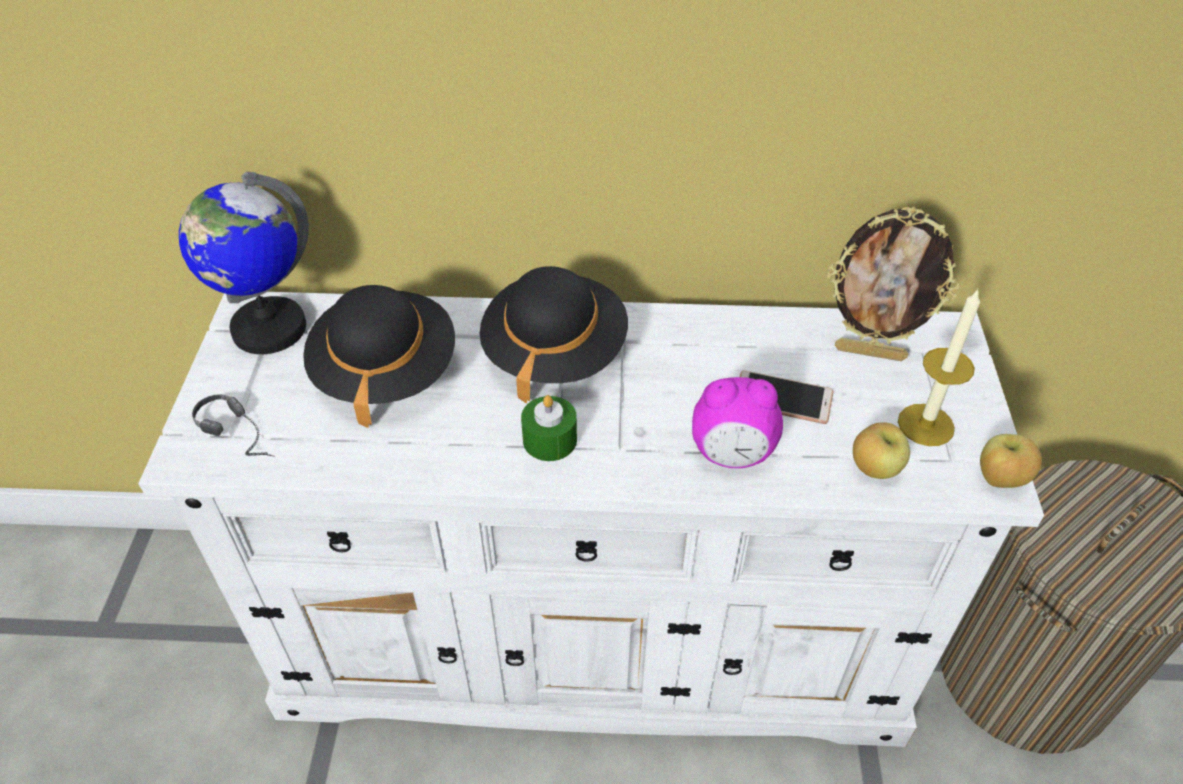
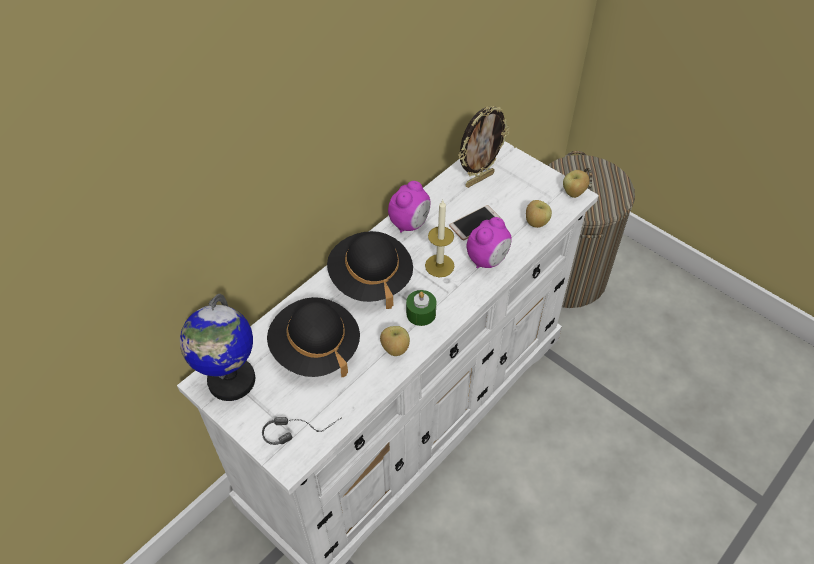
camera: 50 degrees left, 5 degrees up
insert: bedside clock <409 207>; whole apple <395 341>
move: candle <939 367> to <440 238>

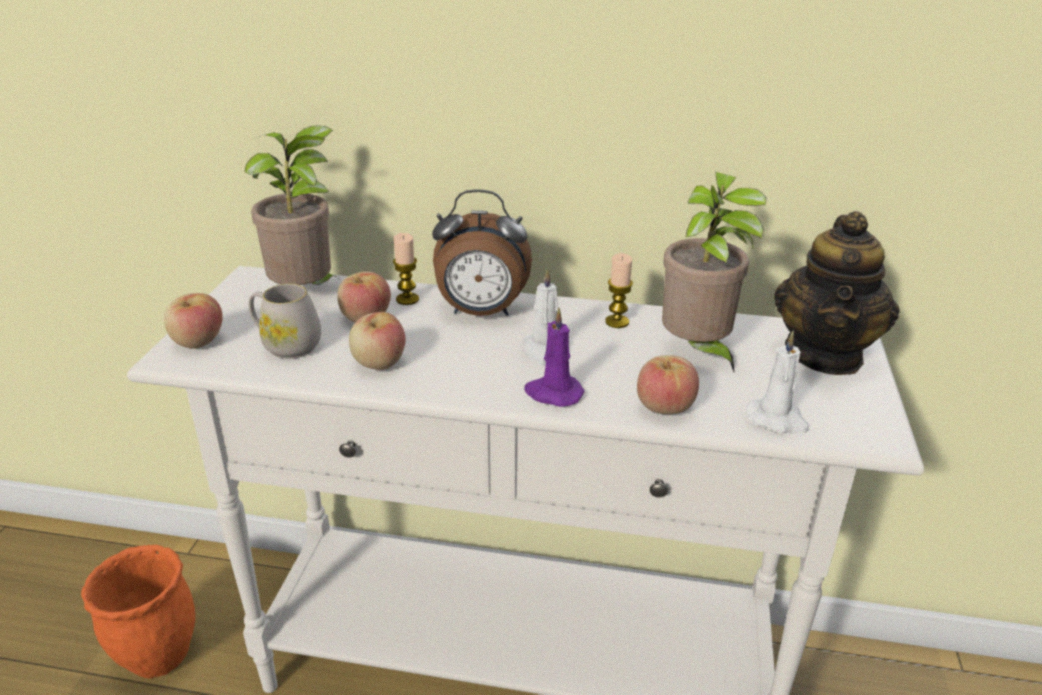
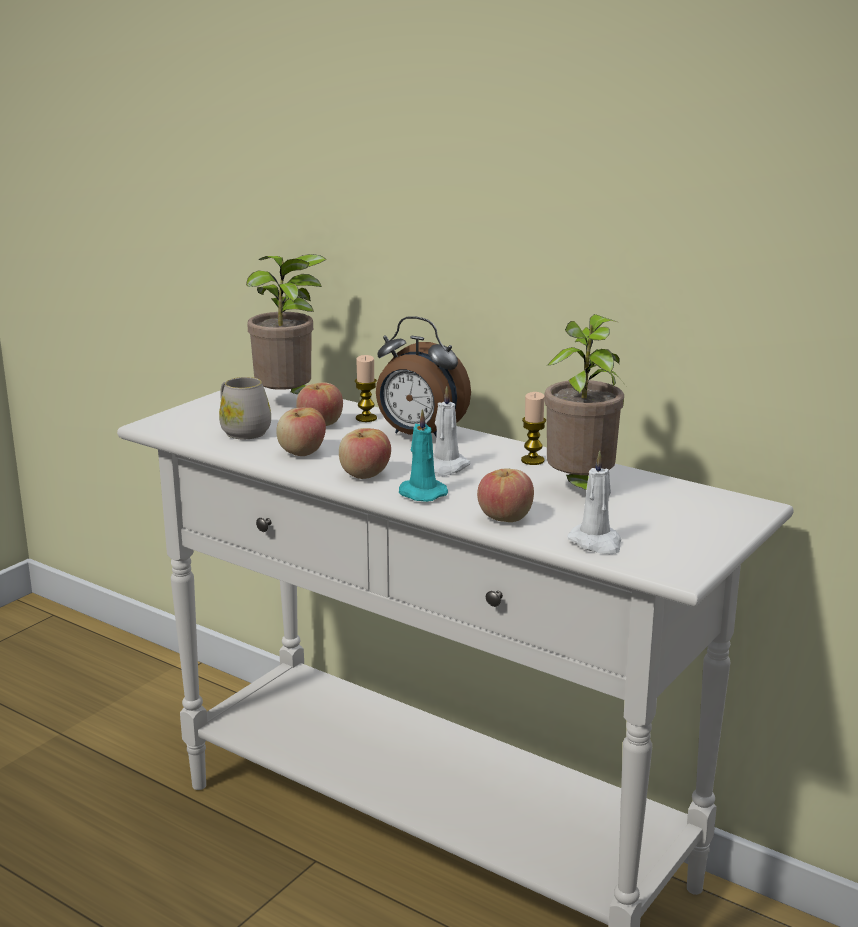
camera: 25 degrees right, 10 degrees down
delete: tea pot <837 293>; planter/orangey <138 612>
move: whole apple <193 321> to <365 453>
recolor: candle/purple <554 357> to candle/blue-green <423 455>

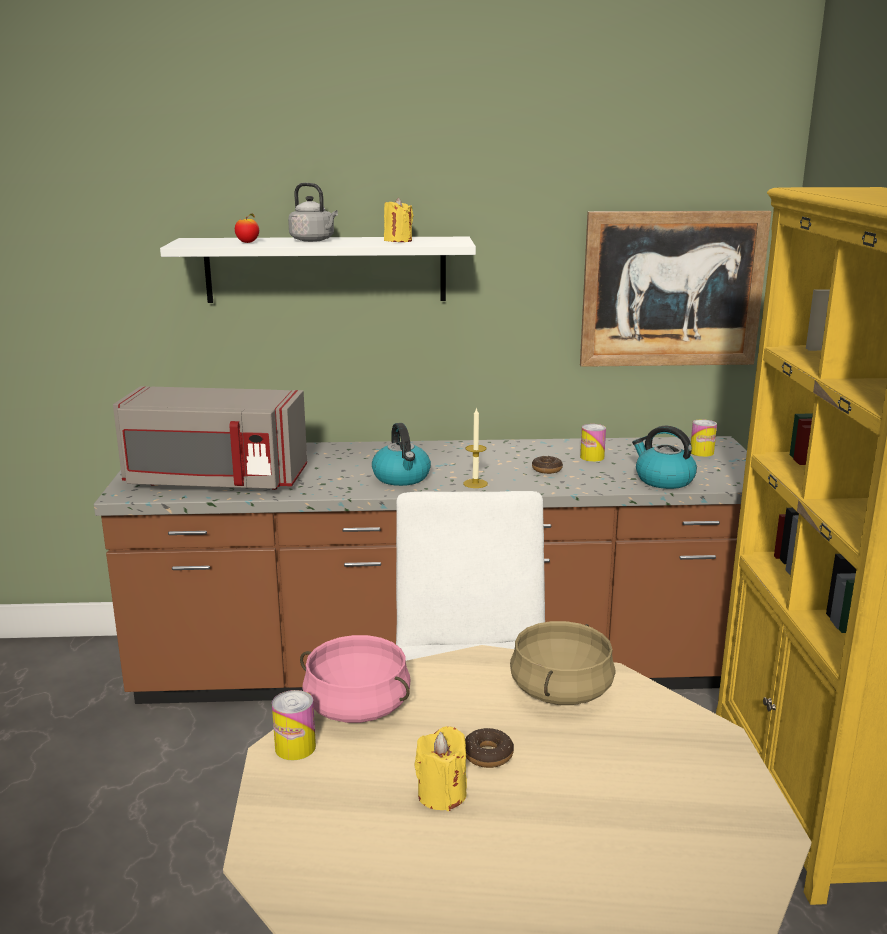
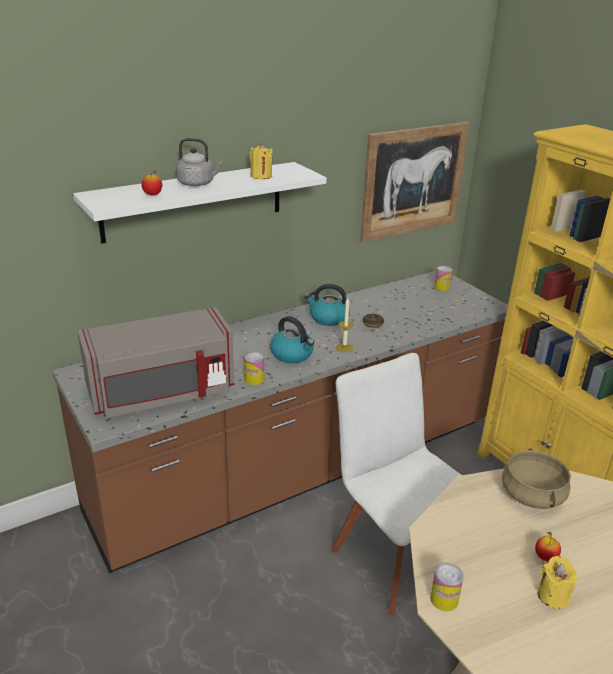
camera: 30 degrees left, 10 degrees up
delete: saucepot/pink-coloured <355 679>
move: can <593 443> to <254 368>; kettle <664 457> to <326 305>
replace: doughnut <489 748> to whole apple <548 547>

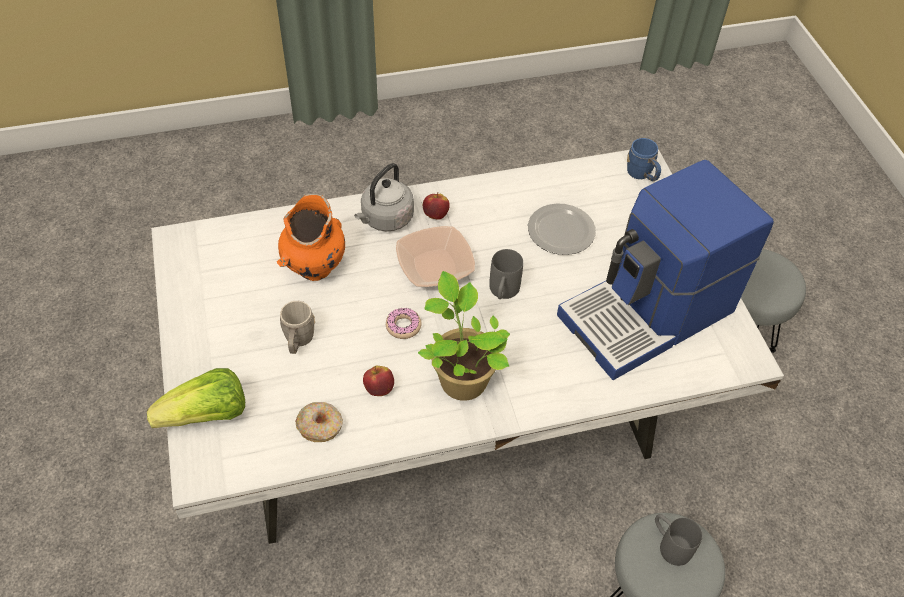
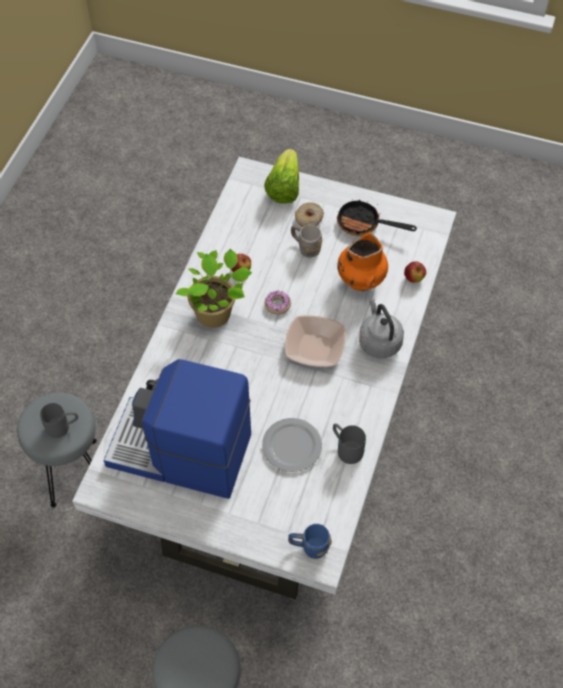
camera: 125 degrees right, 5 degrees up
insert: skillet <377 217>
move: whole apple <436 206> to <415 271>; tea mug/grey <506 274> to <349 443>; doughnut <319 422> to <309 214>
rotate: coffee brewer <665 270> = <177 429> 75 degrees counterclockwise

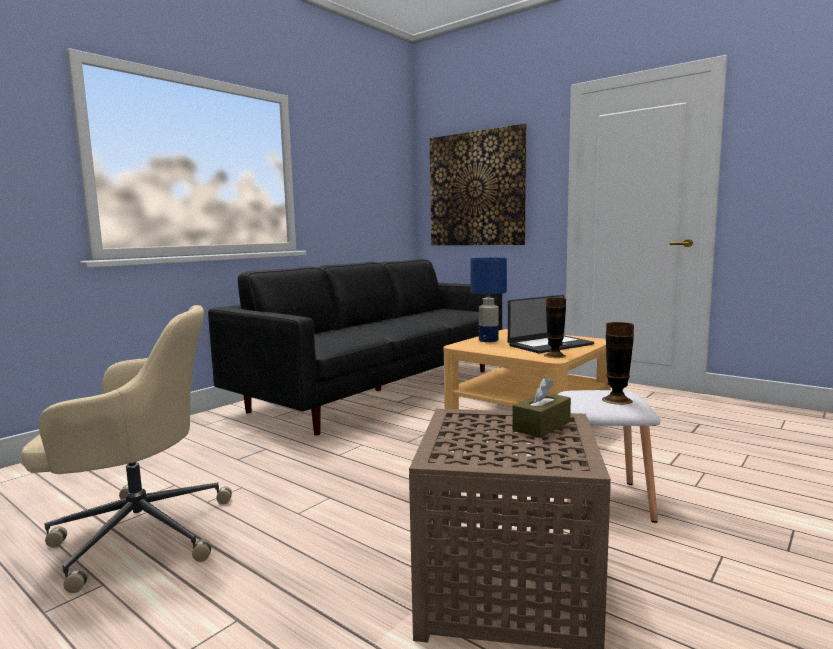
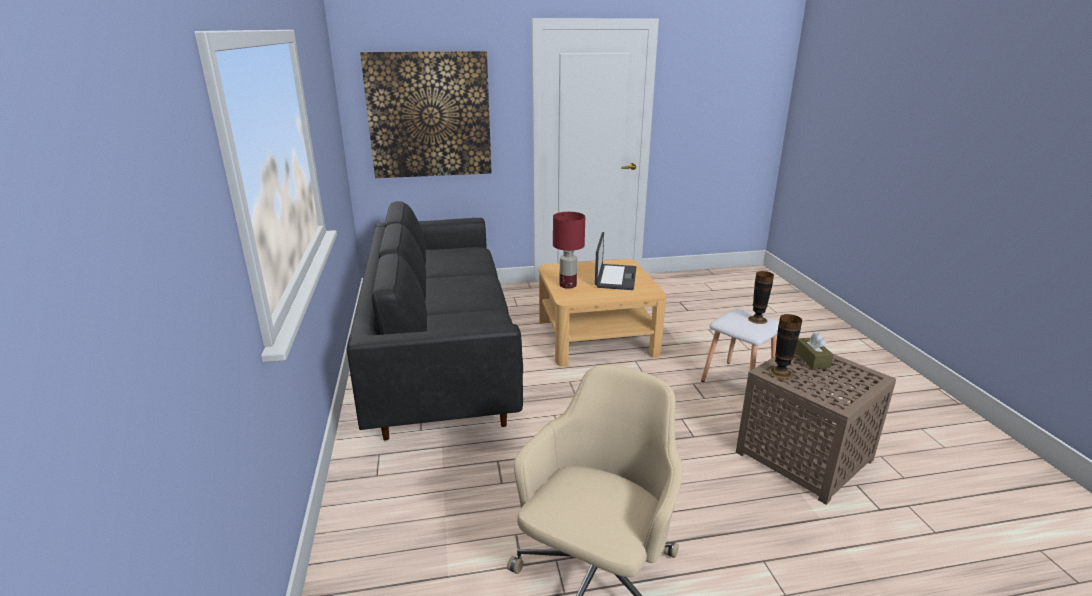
camera: 50 degrees left, 15 degrees up
move: flower vase <555 328> to <785 346>
recolor: tabletop lamp/bluish <488 299> to tabletop lamp/red-coloured <569 250>

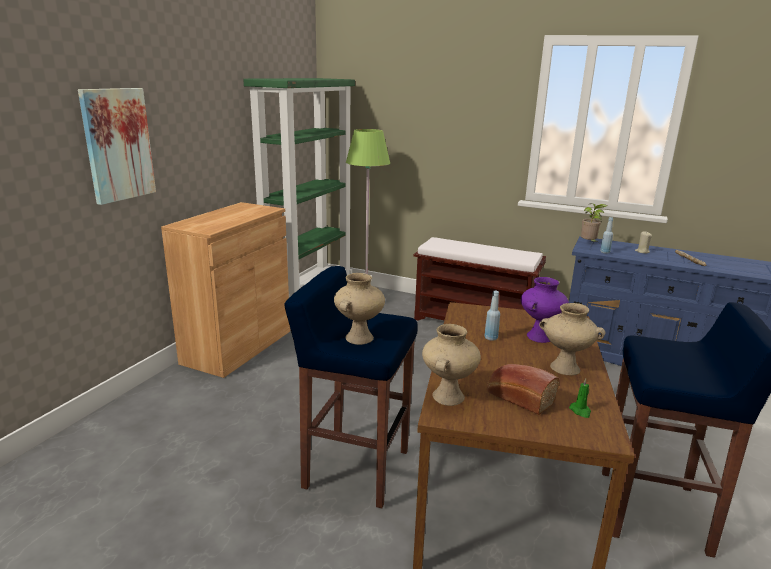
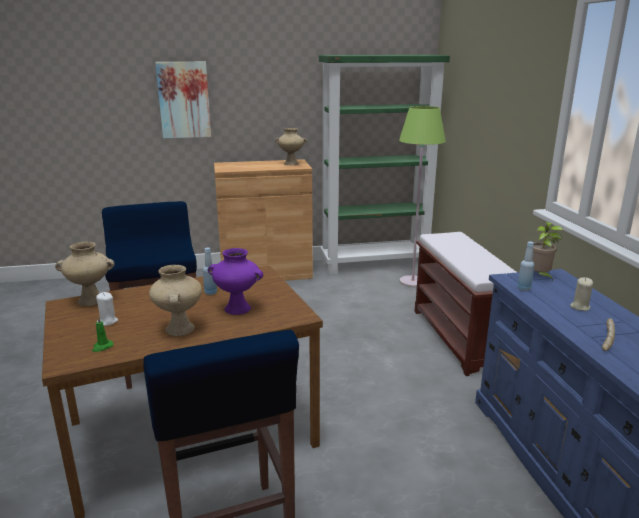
camera: 55 degrees right, 0 degrees up
move: flower vase/beige <359 309> to <291 146>
replace: bakery bread <523 389> to candle/whitish <107 309>

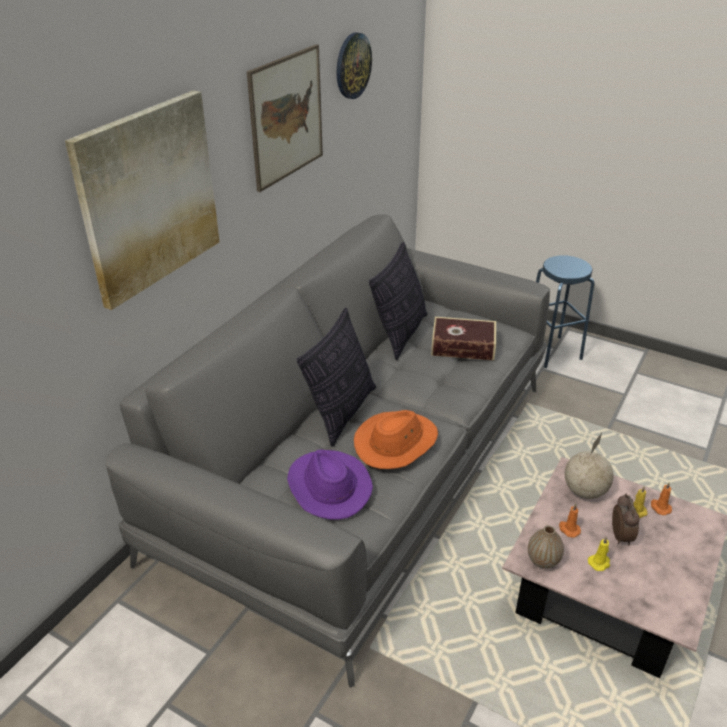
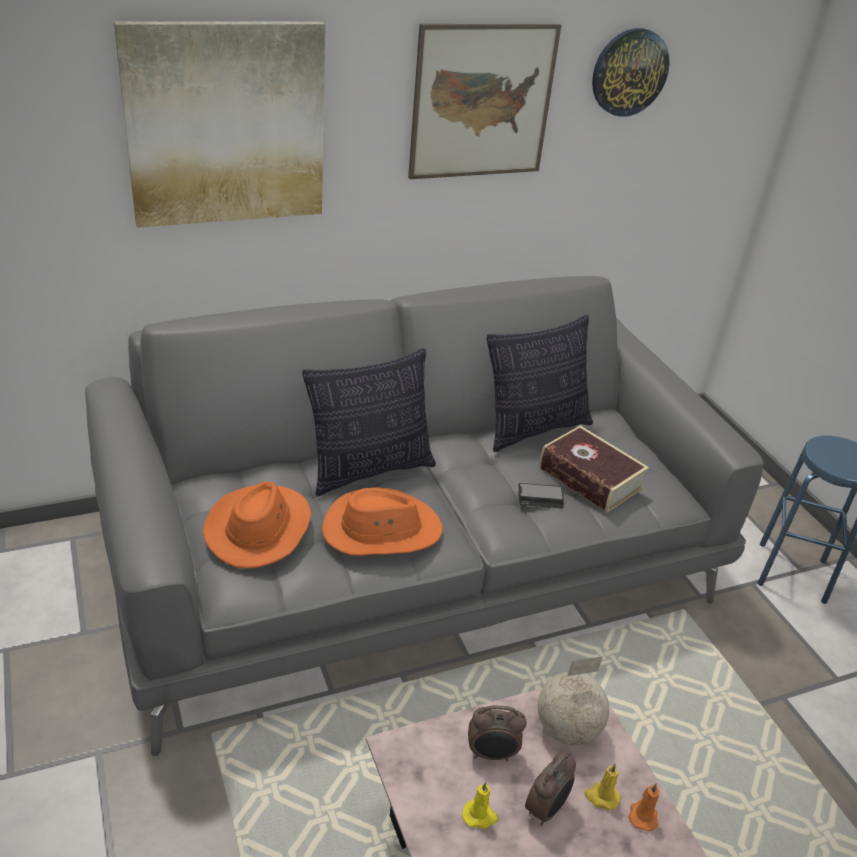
camera: 35 degrees right, 0 degrees up
delete: flower vase <546 547>
insert: phone <541 495>
replace: candle/orangey <570 521> to bedside clock <497 733>
recolor: wearable hat/purple <330 485> to wearable hat/orangey <257 525>

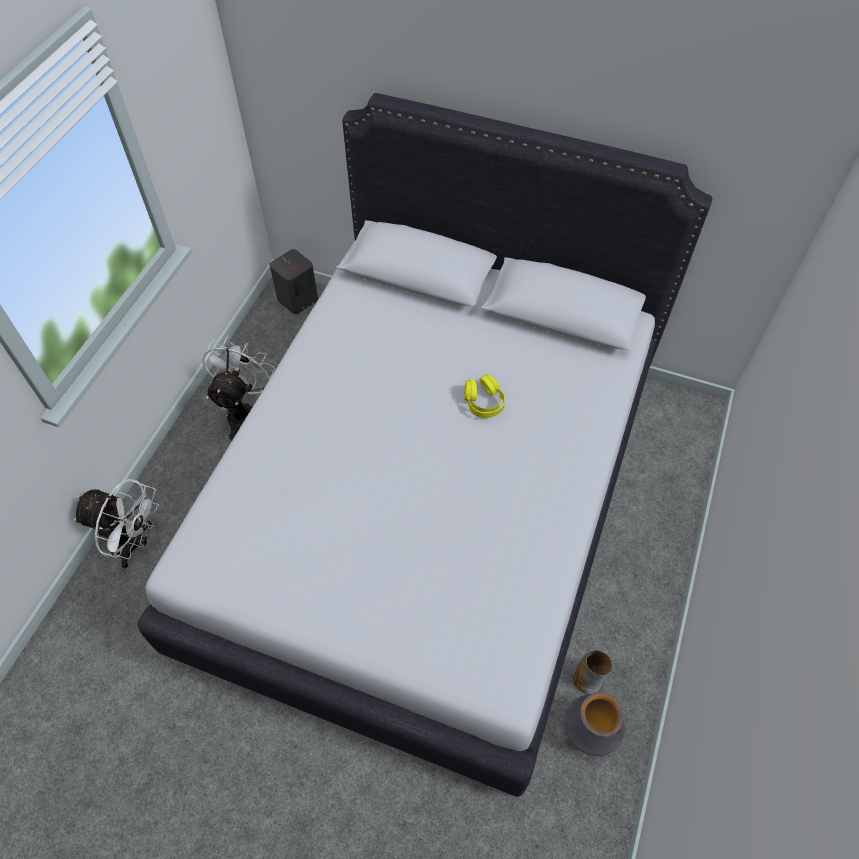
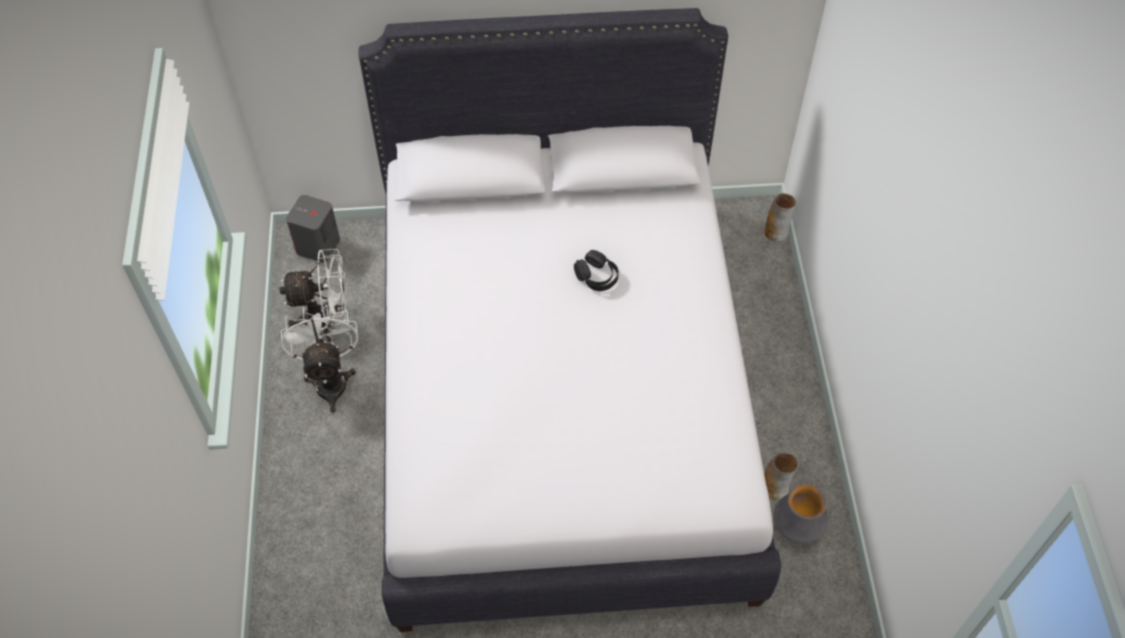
camera: 25 degrees left, 0 degrees up
insert: flower vase <780 217>
move: electric fan/whitish <116 523> to <313 295>
recolor: pair of headphones/yellowish <484 396> to pair of headphones/black-coloured <596 270>

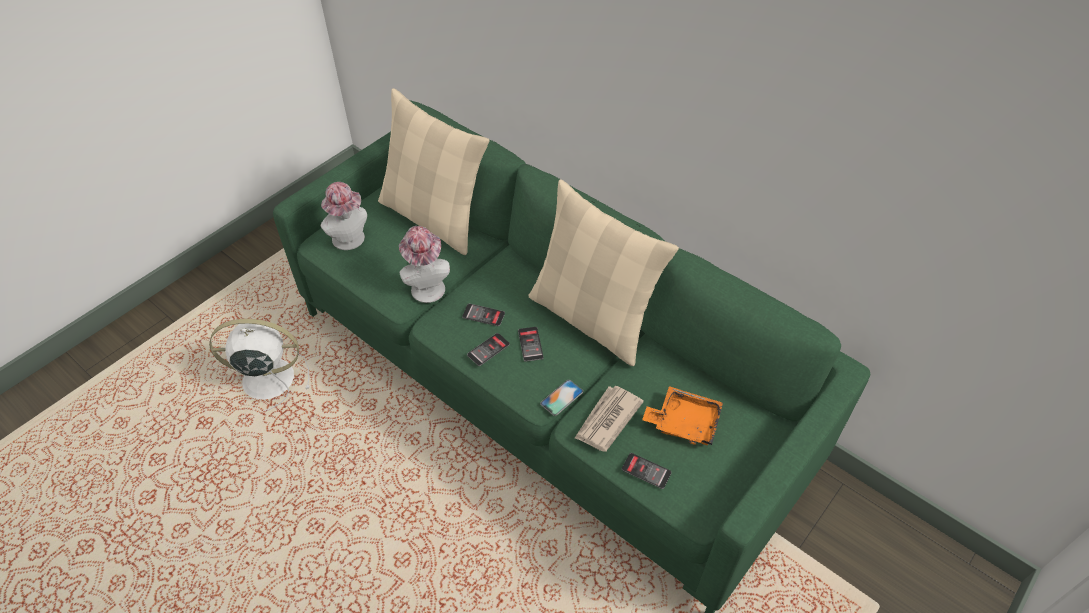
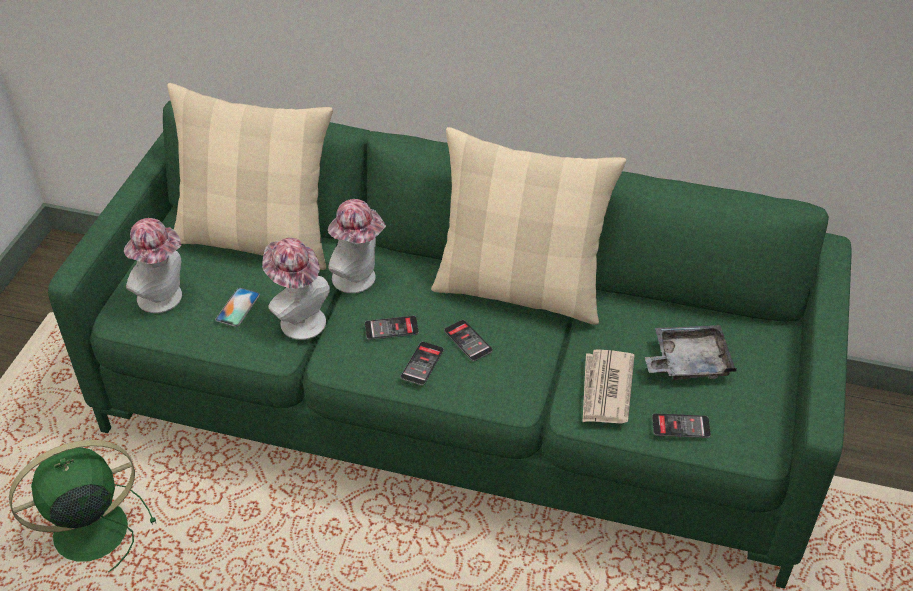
camera: 25 degrees left, 5 degrees down
insert: wearable hat <357 246>
move: phone <561 398> to <237 307>
recolor: electric fan/whitish <259 365> to electric fan/green <82 506>; tray/orangey <682 415> to tray/grey <691 352>

